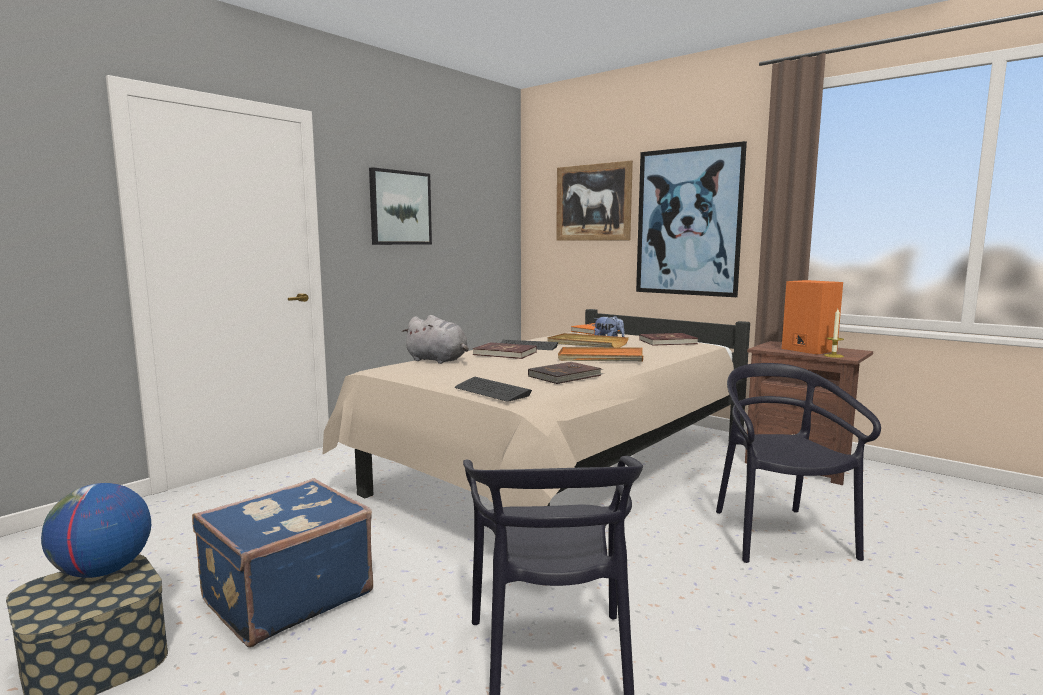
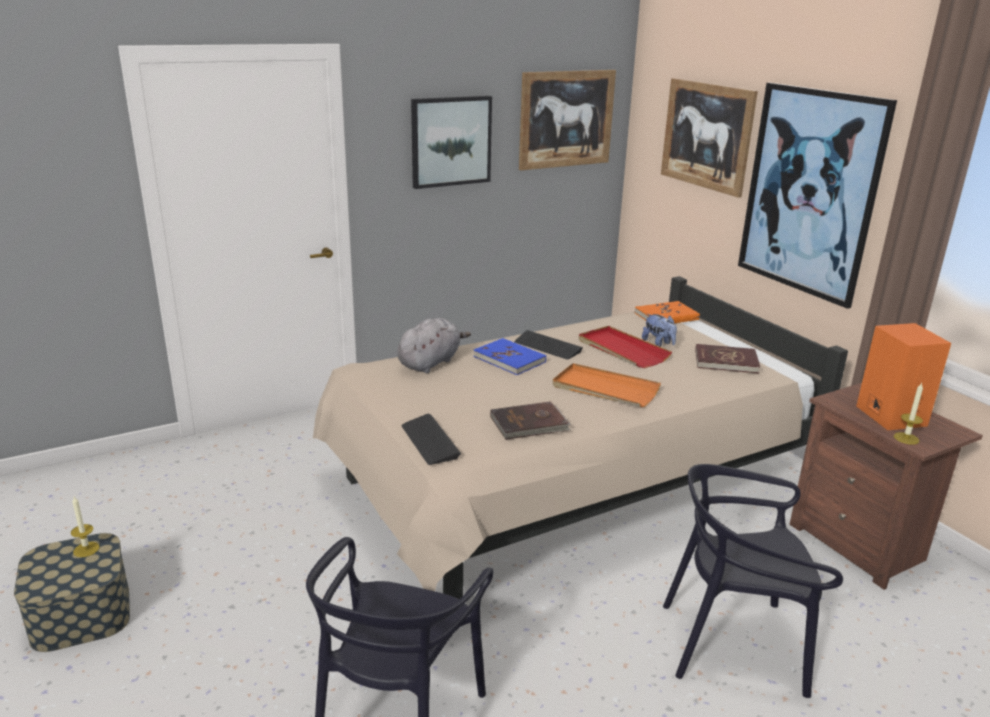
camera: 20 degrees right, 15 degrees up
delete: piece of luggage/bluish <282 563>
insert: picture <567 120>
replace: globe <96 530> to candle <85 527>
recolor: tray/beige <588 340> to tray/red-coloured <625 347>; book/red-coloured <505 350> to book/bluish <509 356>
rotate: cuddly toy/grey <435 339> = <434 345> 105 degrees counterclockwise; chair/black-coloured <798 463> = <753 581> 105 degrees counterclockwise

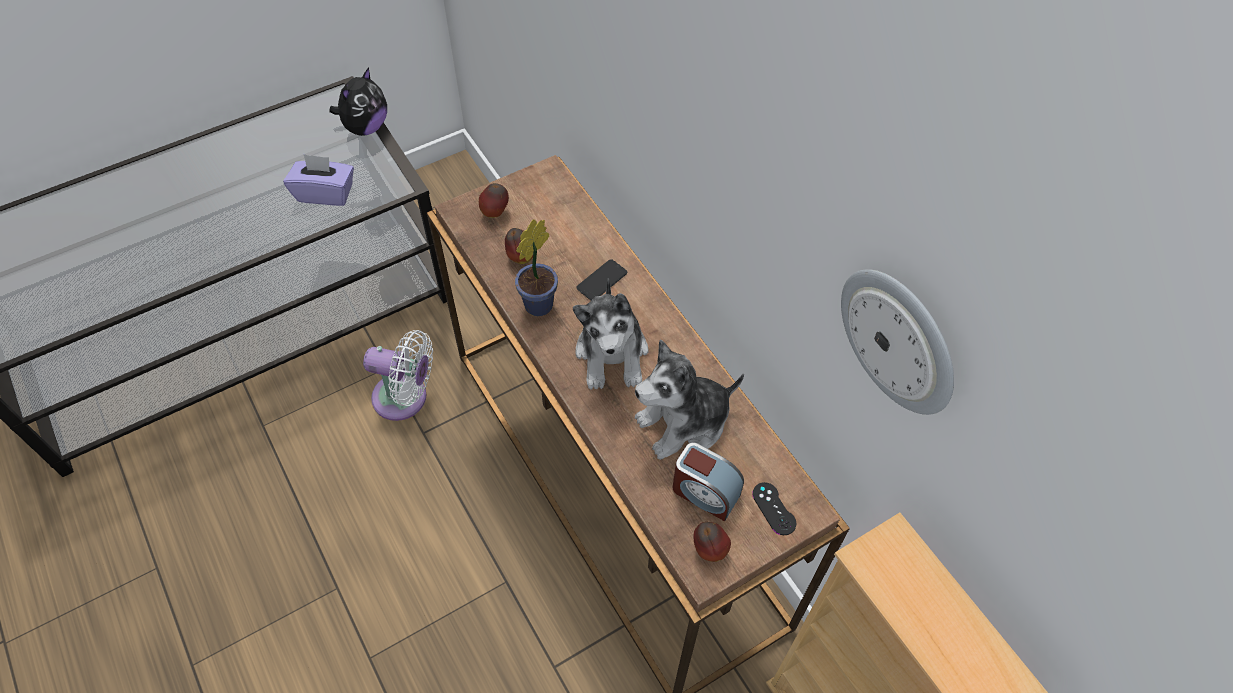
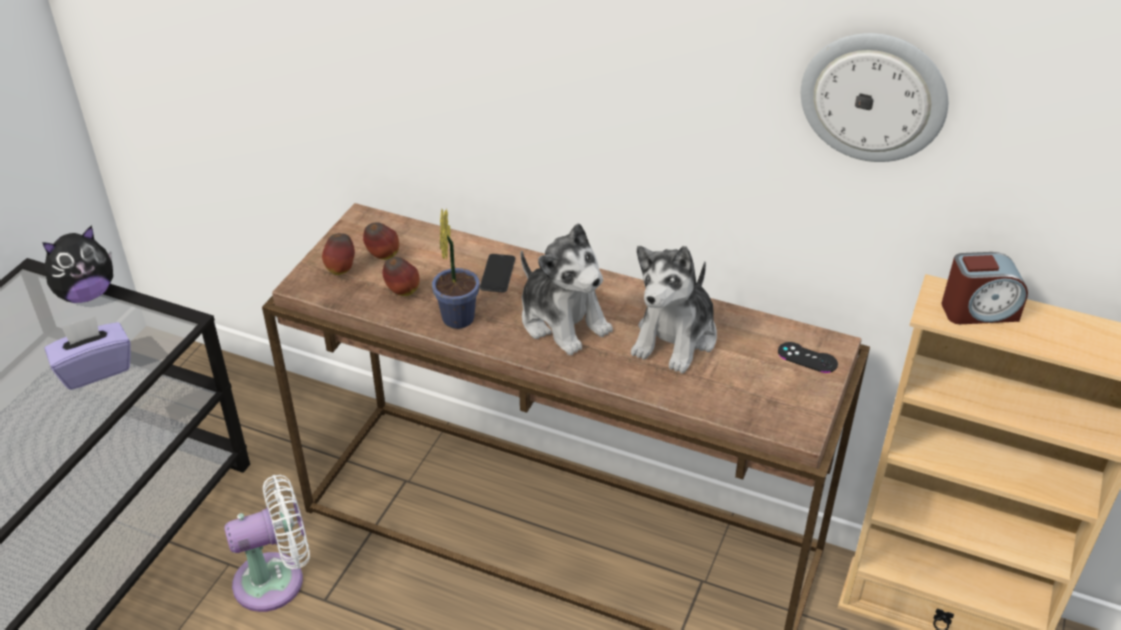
camera: 35 degrees left, 15 degrees down
move: bedside clock <708 481> to <985 288>; whole apple <712 542> to <381 241>
rotate: cuddly toy <358 101> = <77 264> 60 degrees clockwise

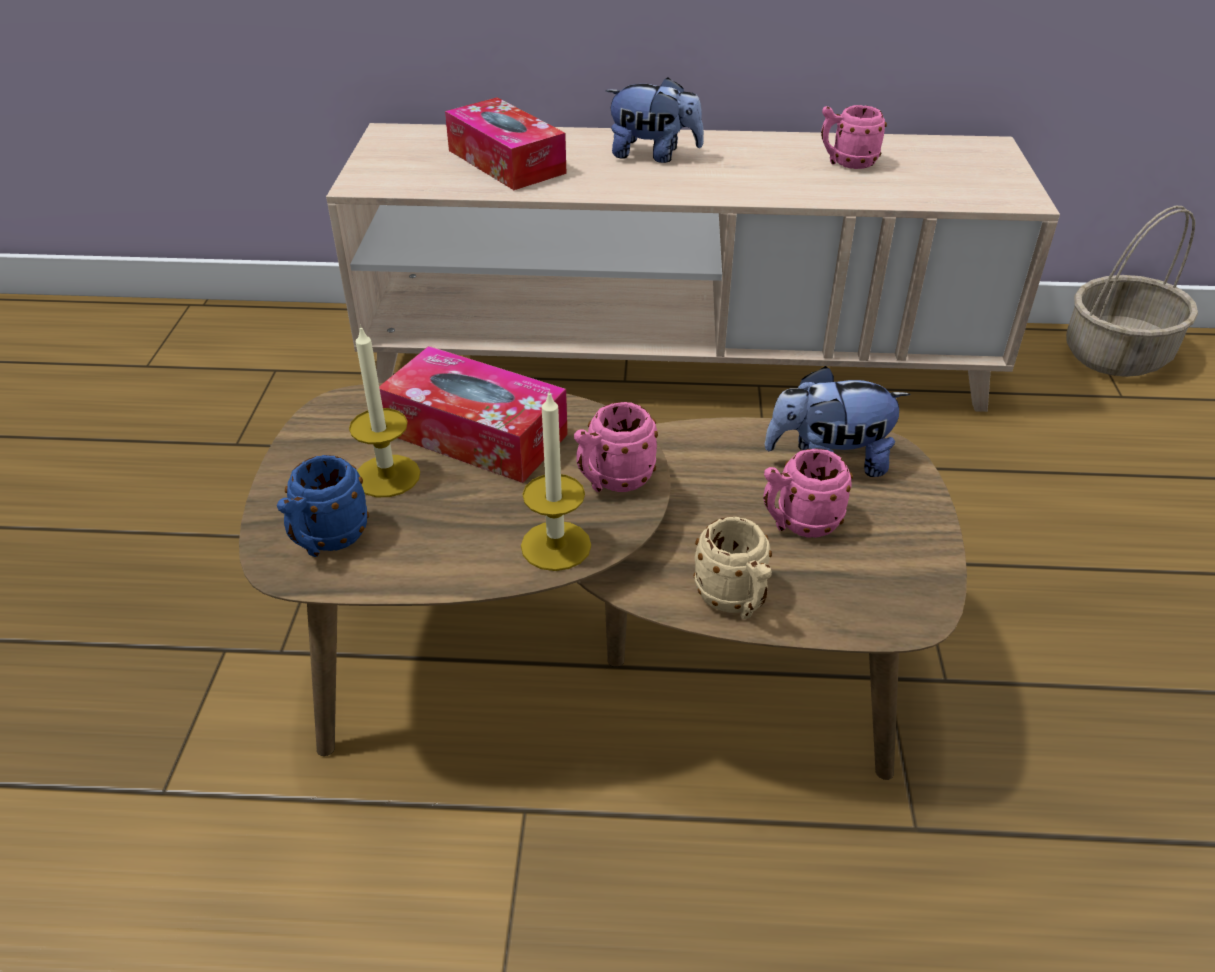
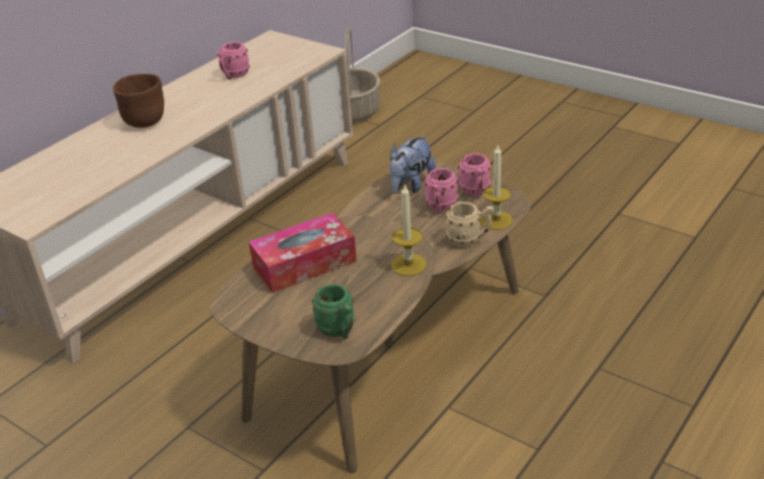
camera: 55 degrees left, 5 degrees down
delete: tissue holder <505 143>
move: candle <384 410> to <496 187>; tea mug/pink-coloured <616 447> to <474 175>
replace: cuddly toy <655 120> to bowl/brownish <138 101>
recolor: tea mug/bluish <323 506> to tea mug/green <333 311>

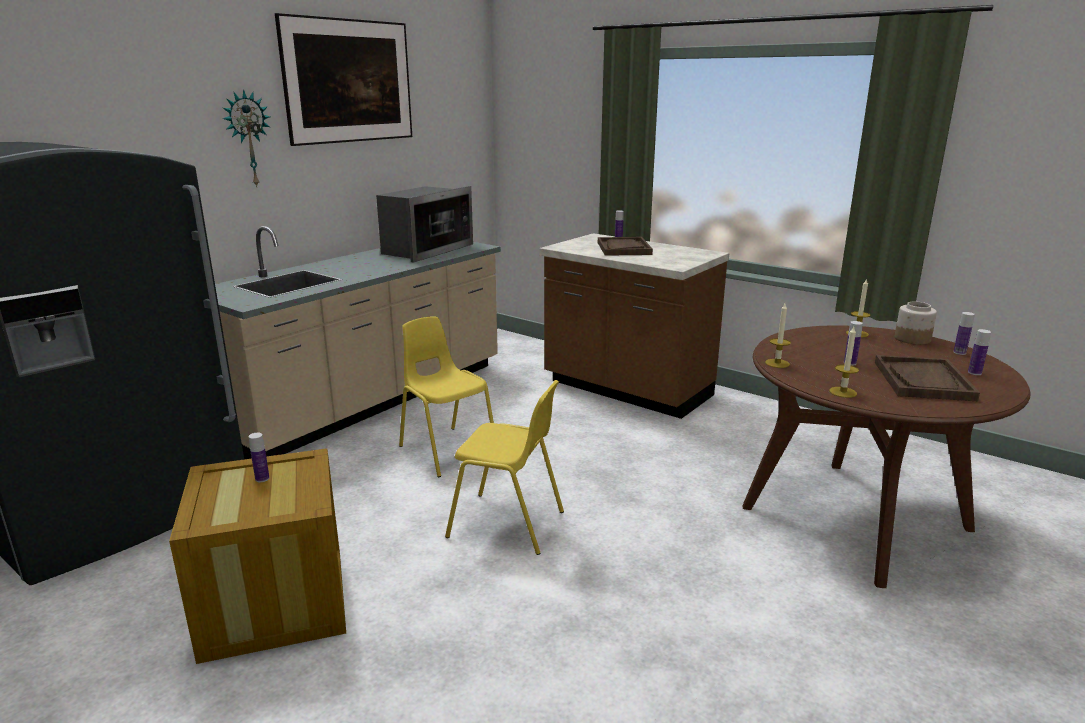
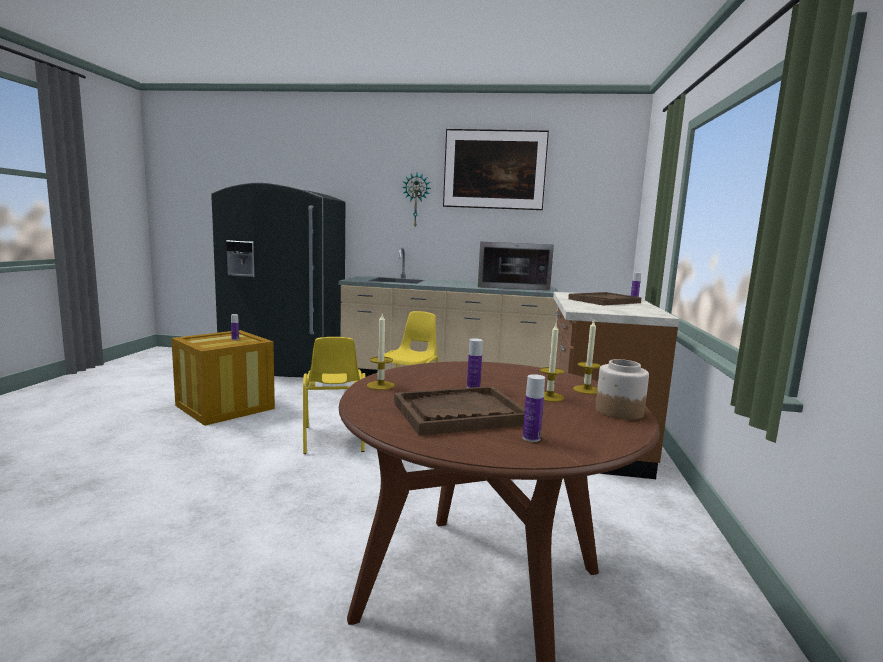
camera: 60 degrees right, 10 degrees down
delete: bottle <964 333>
move: candle <778 335> to <552 363>

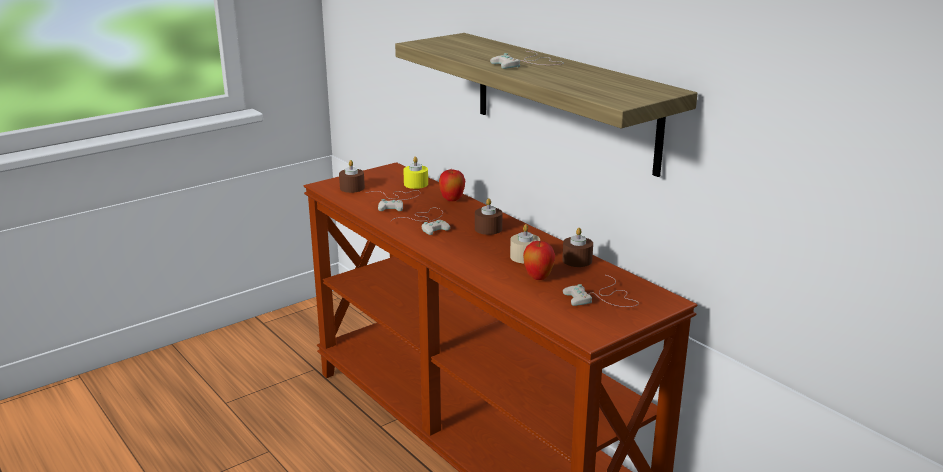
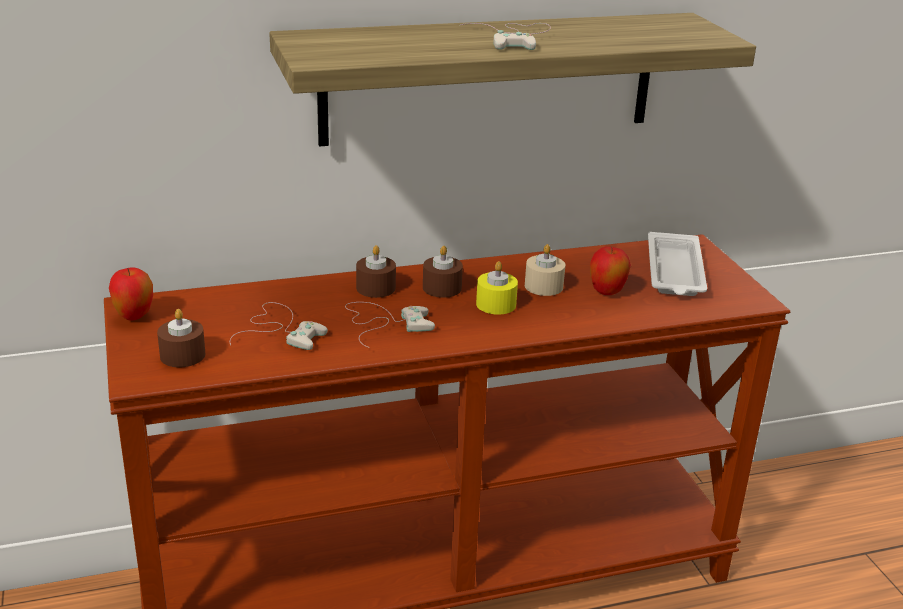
camera: 70 degrees left, 5 degrees up
move: candle/yellowish <415 172> to <497 288>; whole apple <452 185> to <131 294>; candle/brownish <577 247> to <376 271>
replace: game controller/whitish <601 291> to tray/whitish <677 264>

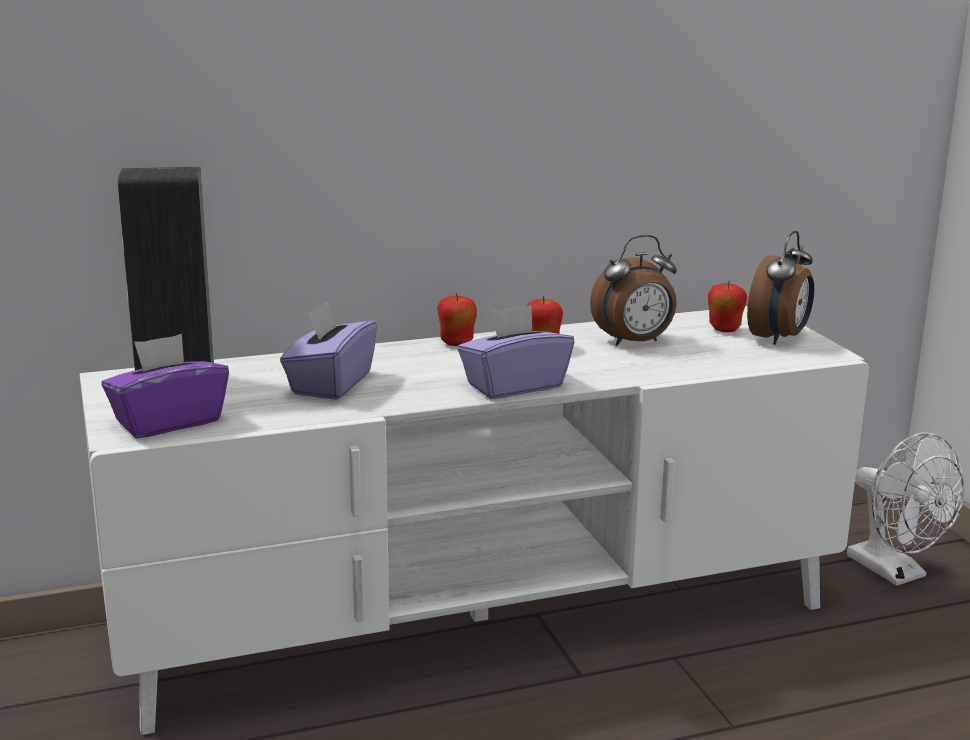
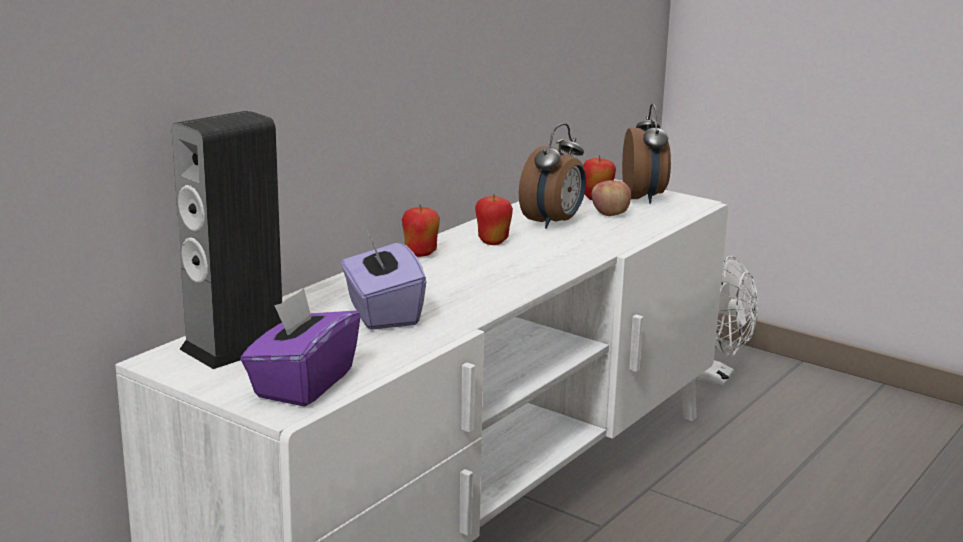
camera: 35 degrees left, 0 degrees up
delete: tissue holder/purple <516 352>
insert: whole apple <611 198>

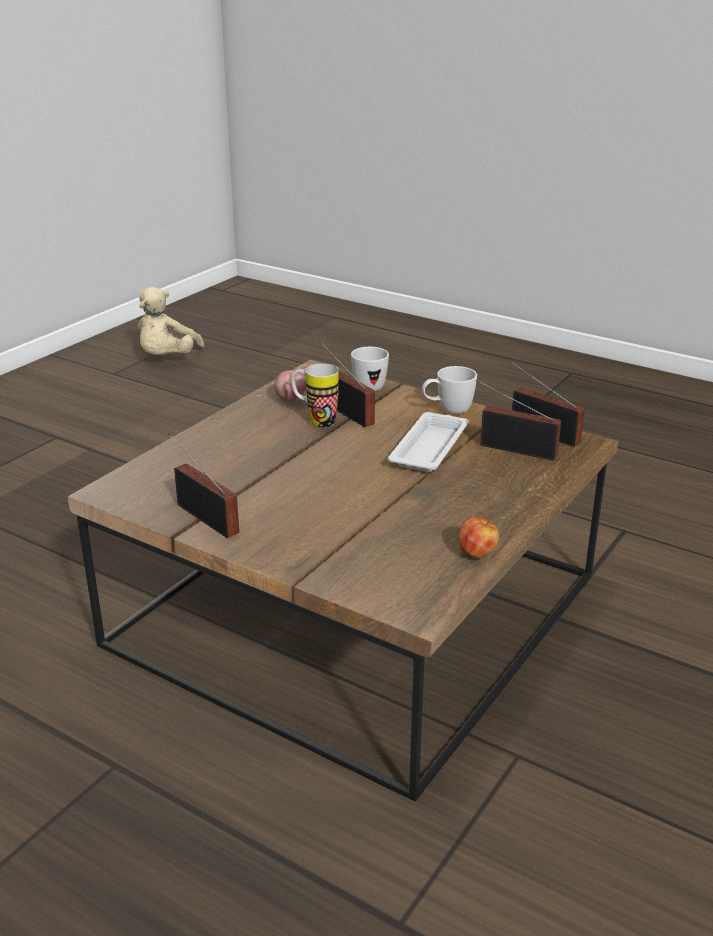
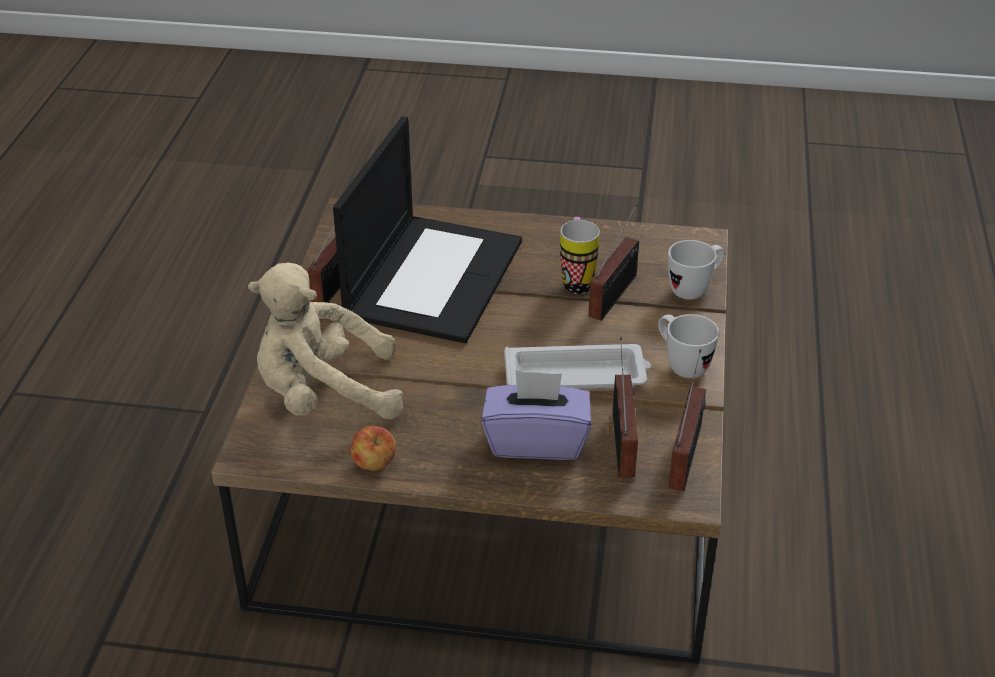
camera: 65 degrees right, 10 degrees up
delete: whole apple <290 386>
insert: laptop <427 229>; tissue holder/purple <536 415>
move: cuddly toy/beige <171 321> to <325 340>

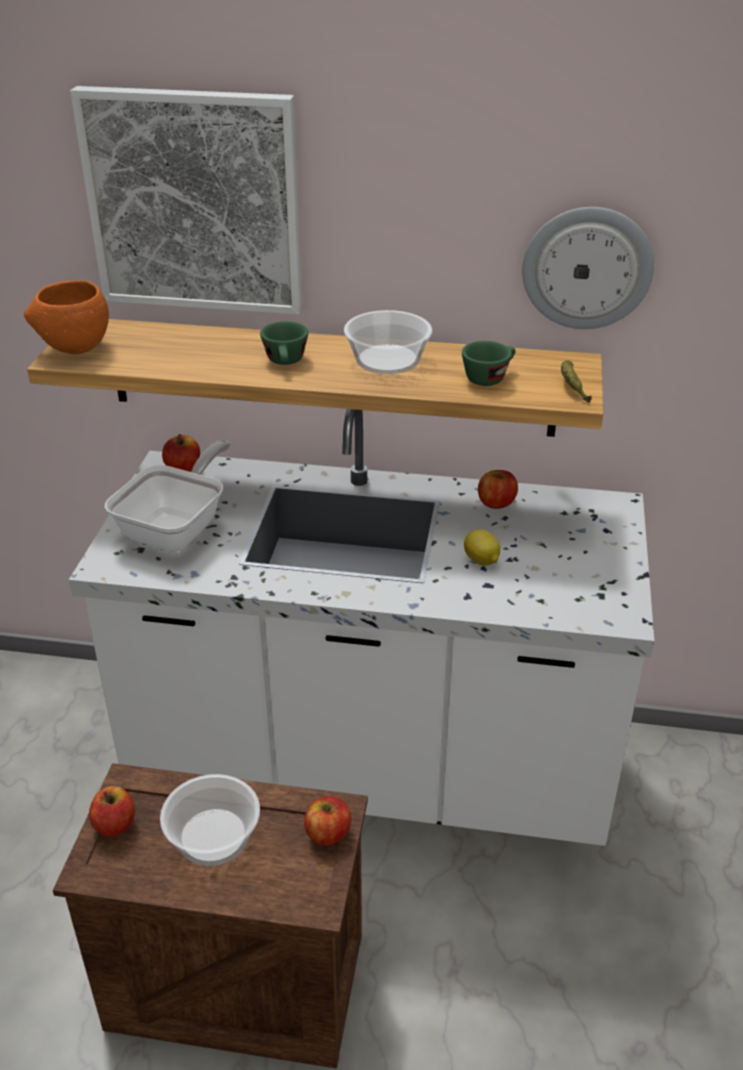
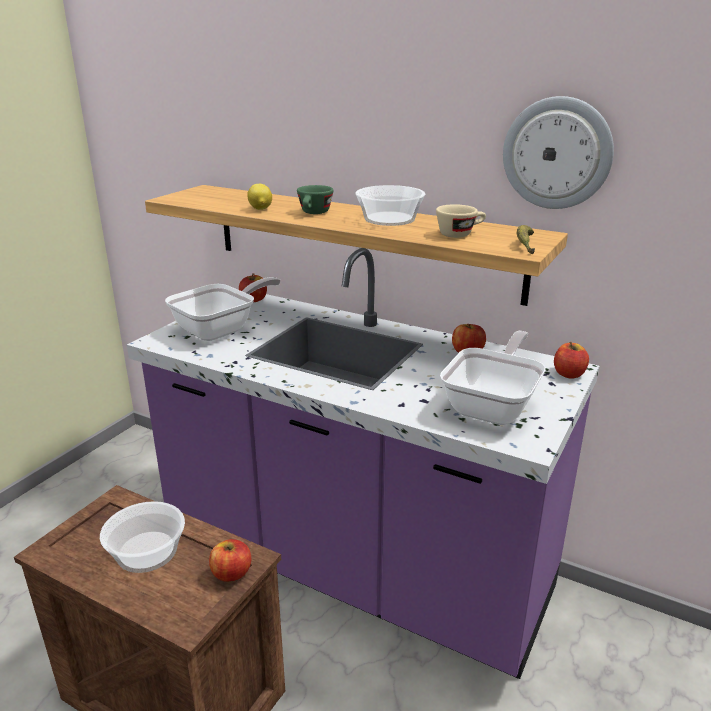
camera: 20 degrees right, 10 degrees down
delete: picture <186 200>; bowl/orangey <66 317>
insert: skillet <493 378>
move: whole lemon <482 547> to <259 197>; whole apple <112 811> to <571 360>
recolor: small cup/green <489 363> to small cup/beige <461 221>; kitchen base unit/whitish <361 627> to kitchen base unit/purple <363 463>

